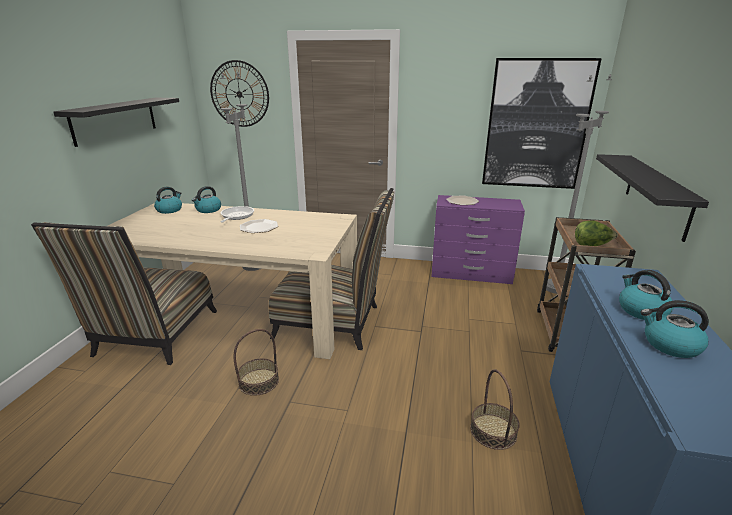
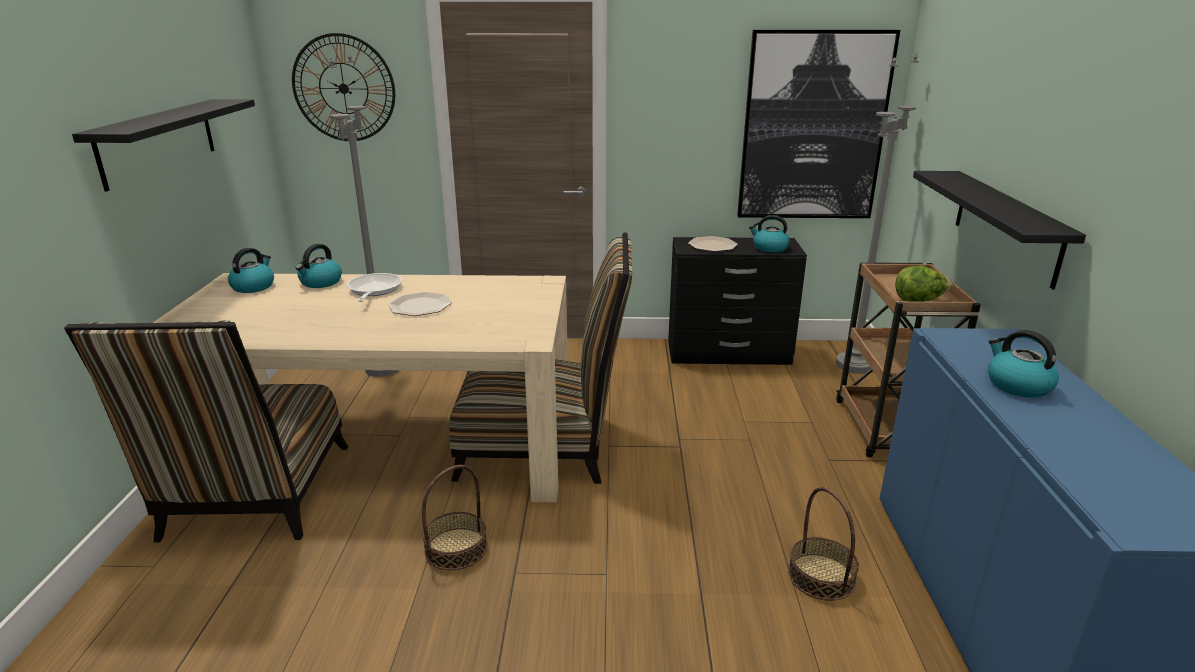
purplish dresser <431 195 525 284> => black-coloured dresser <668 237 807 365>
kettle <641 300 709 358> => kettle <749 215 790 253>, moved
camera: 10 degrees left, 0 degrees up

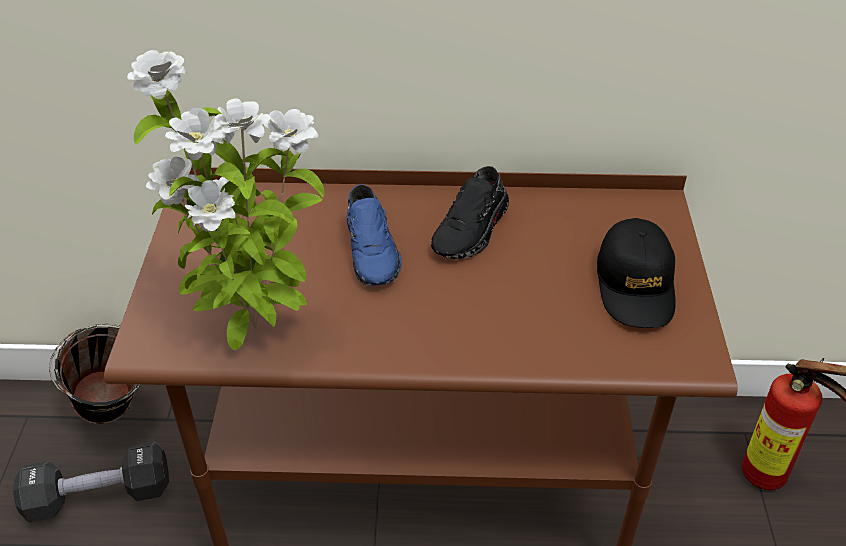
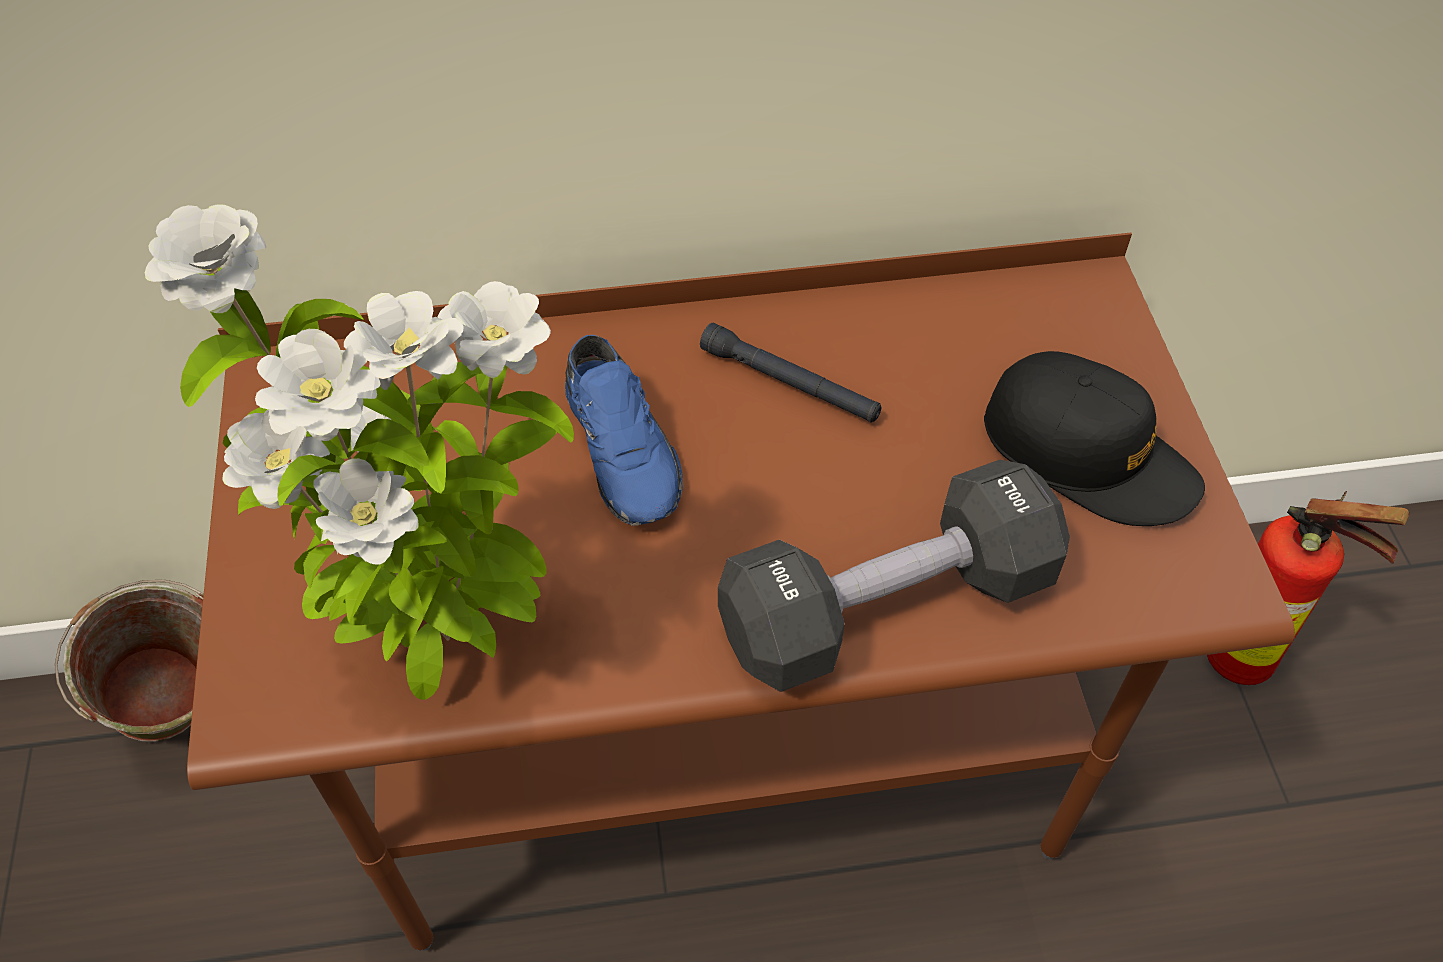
black-coloured low shoe <431 166 509 259> => black-coloured flashlight <700 323 882 423>
black-coloured cap <597 218 676 328> => black-coloured cap <984 351 1205 526>, 45 degrees counterclockwise
black-coloured bucket <49 324 140 424> => green-coloured bucket <55 580 204 742>
black-coloured free weight <13 442 169 522> => black-coloured free weight <718 460 1070 692>, moved
camera: 10 degrees left, 10 degrees up

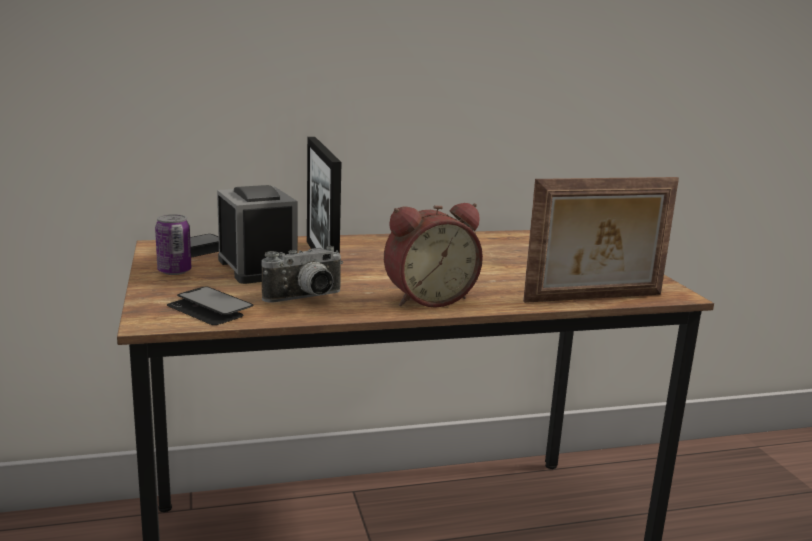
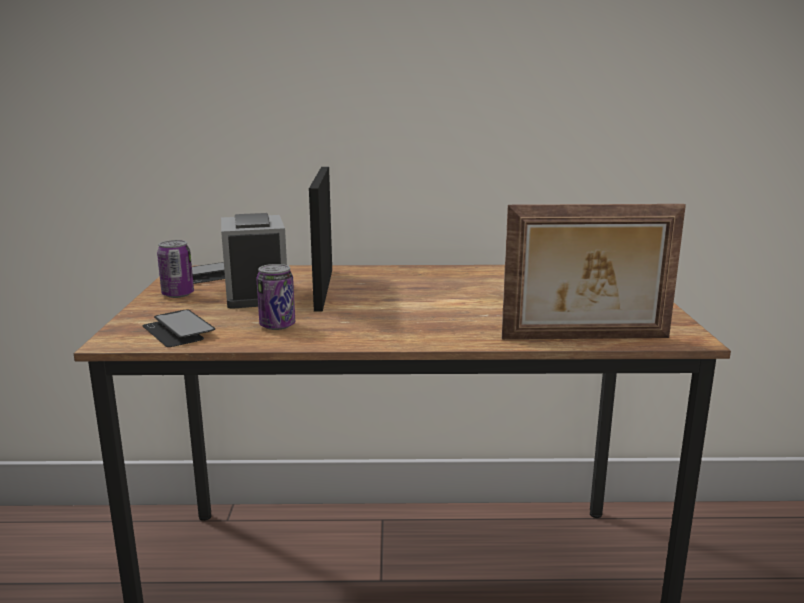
alarm clock <384 203 483 308> => nothing
still camera <261 246 343 303> => can <257 264 295 330>
camera: 15 degrees right, 0 degrees up

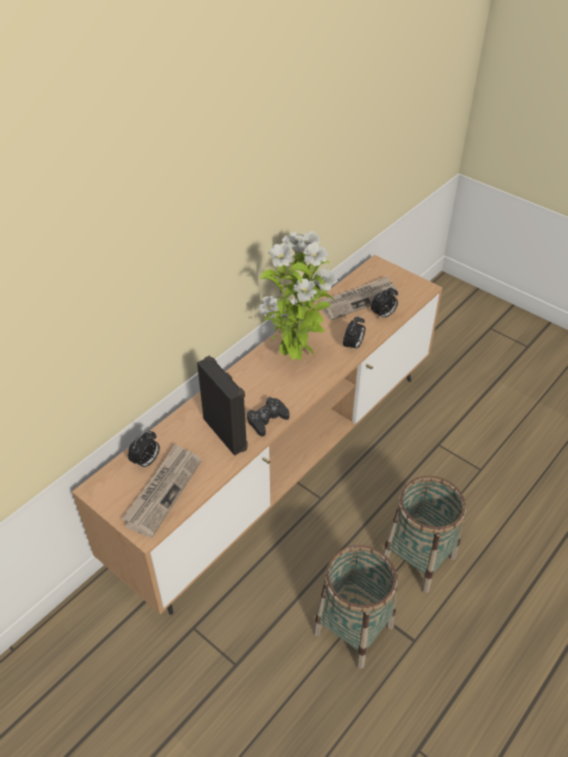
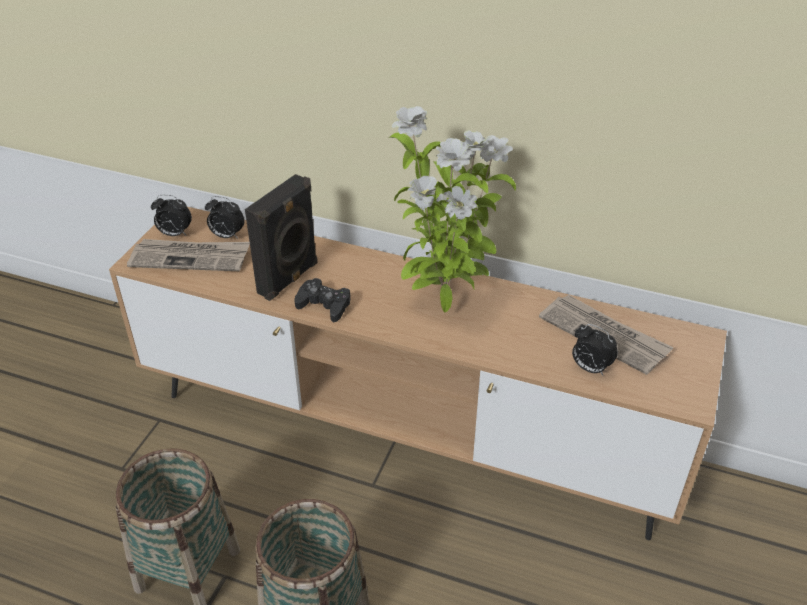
alarm clock <343 316 365 351> => alarm clock <151 195 192 236>, moved
camera: 70 degrees right, 5 degrees down

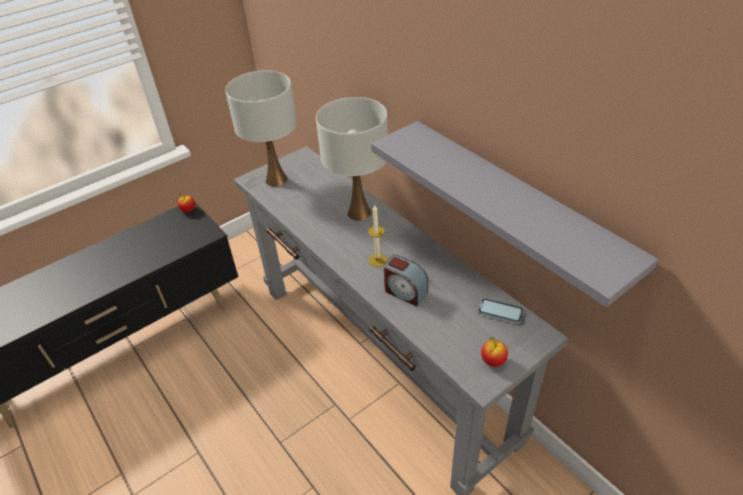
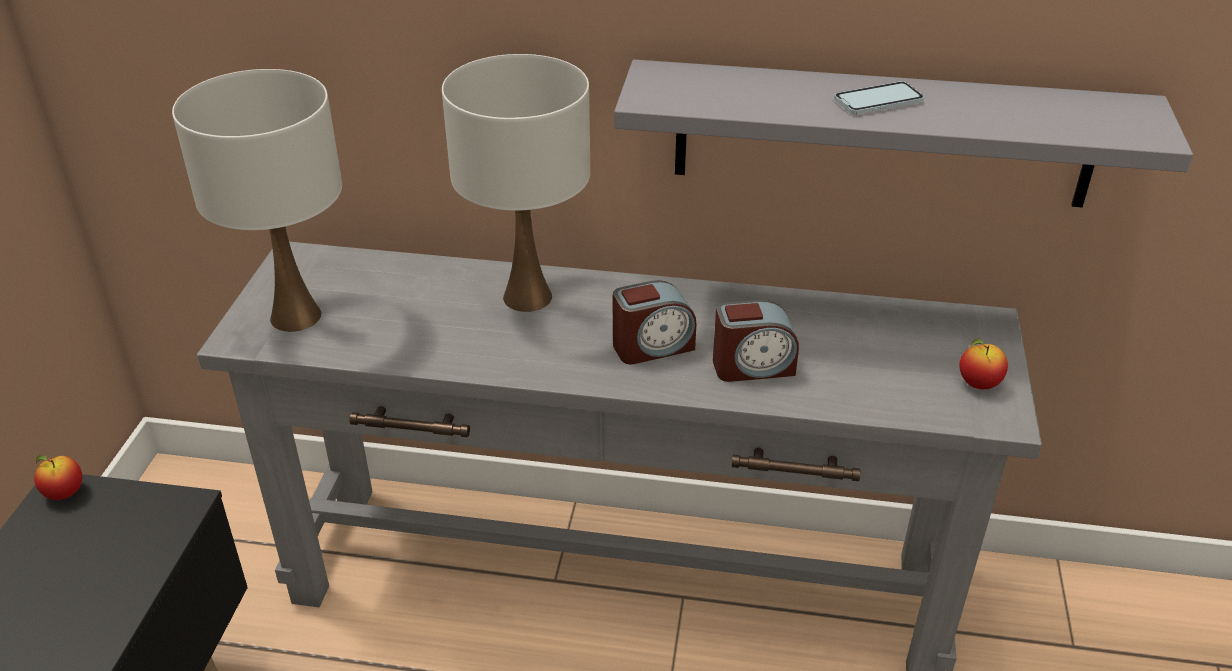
wax light <368 205 387 267> => alarm clock <613 280 696 364>
telephone <478 298 524 324> => telephone <834 81 924 114>, moved
camera: 45 degrees left, 5 degrees down

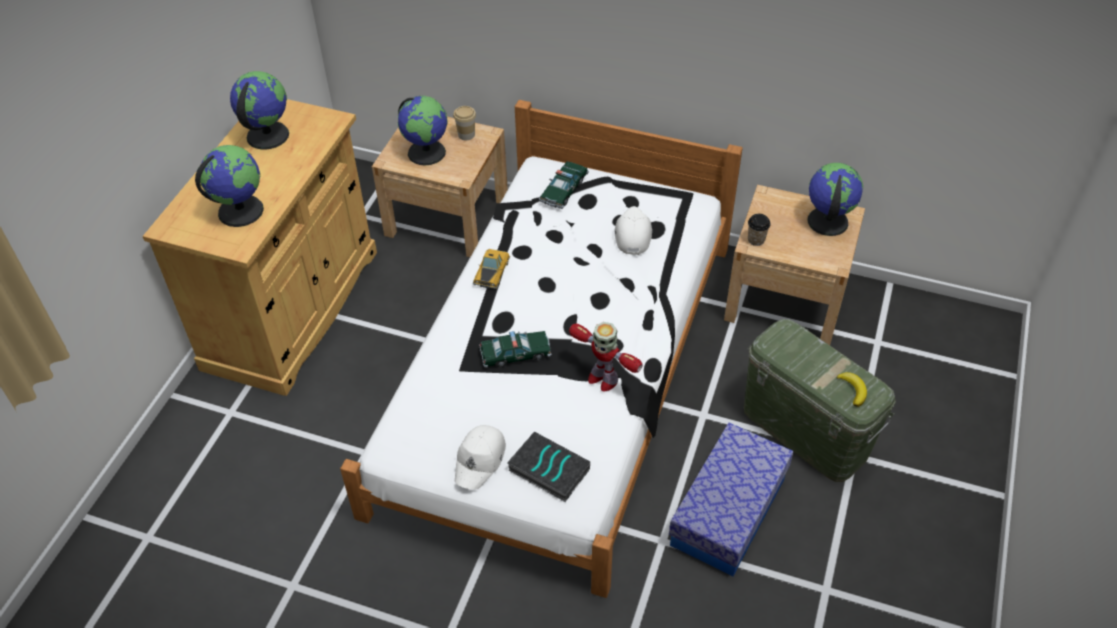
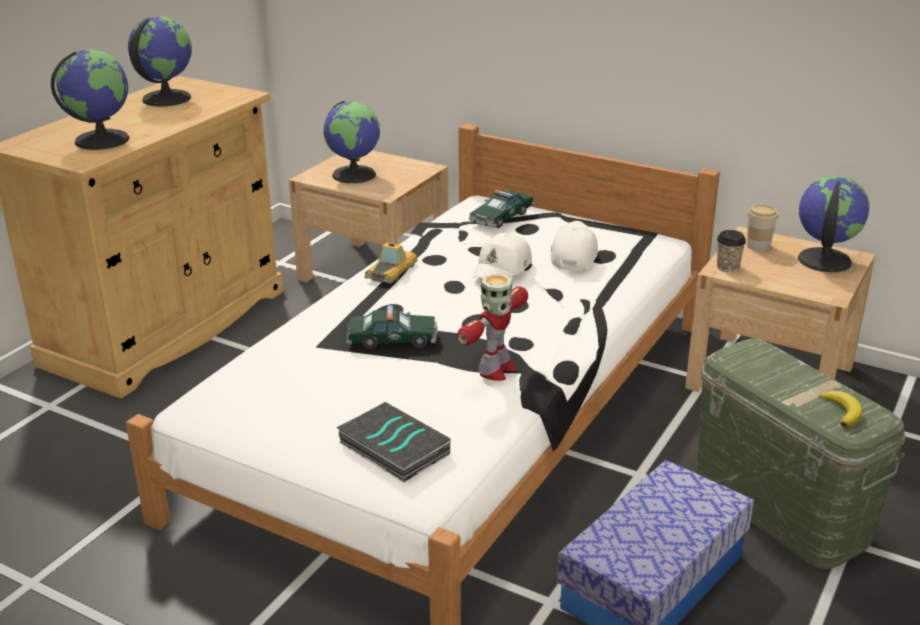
small cup <453 106 476 140> => small cup <747 205 779 251>, moved
toy robot <569 322 643 391> => toy robot <457 274 528 381>, 105 degrees counterclockwise
white-coloured cap <455 425 506 489> => white-coloured cap <473 233 532 278>, moved
camera: 10 degrees right, 20 degrees down

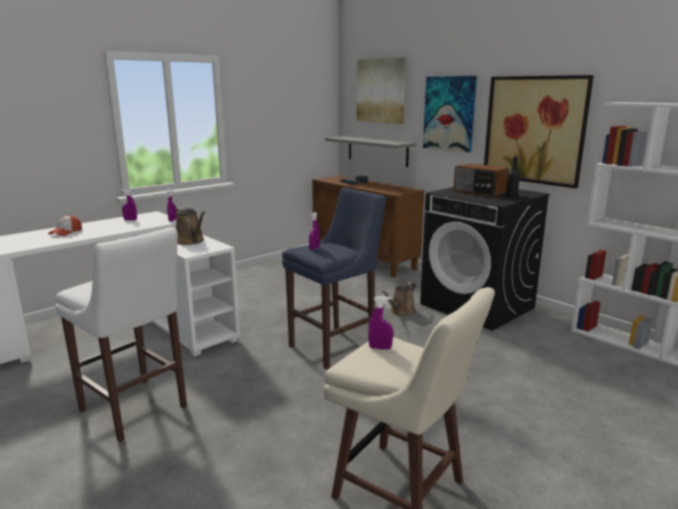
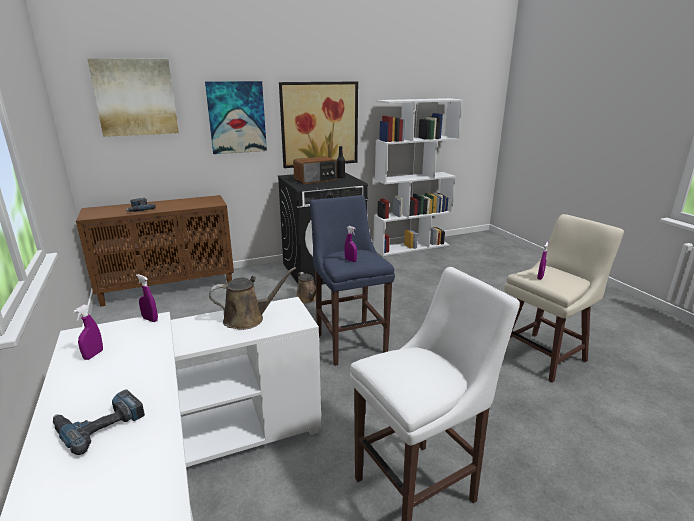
grey shelf <325 136 416 167> => nothing
cap <48 215 82 236> => electric drill <53 389 145 455>
camera: 70 degrees left, 5 degrees up

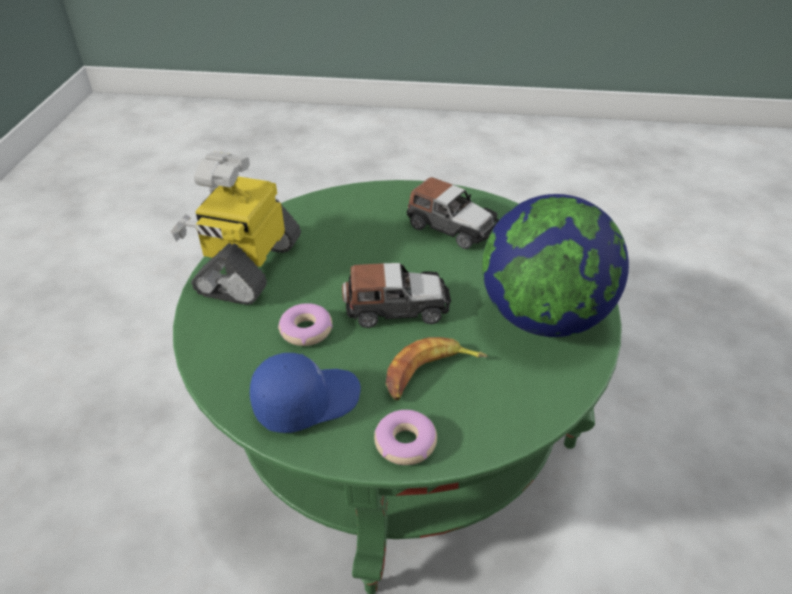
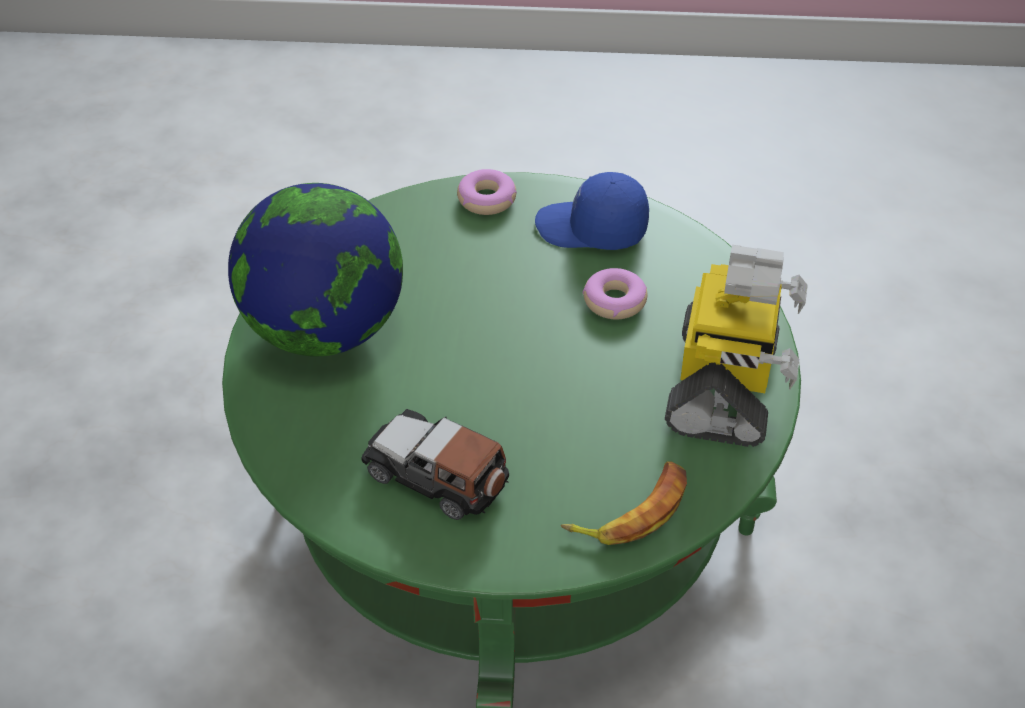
model car <342 263 451 328> => nothing
banana fruit <385 337 487 400> => banana fruit <561 461 687 545>, moved
blue cap <250 353 361 433> => blue cap <535 172 649 250>, 45 degrees clockwise
camera: 175 degrees right, 5 degrees up

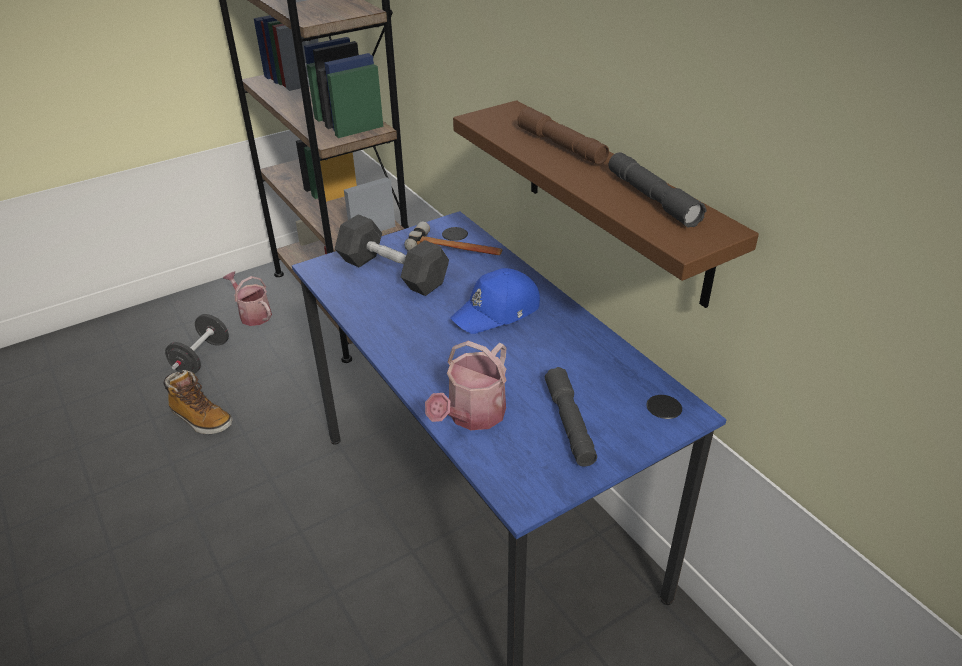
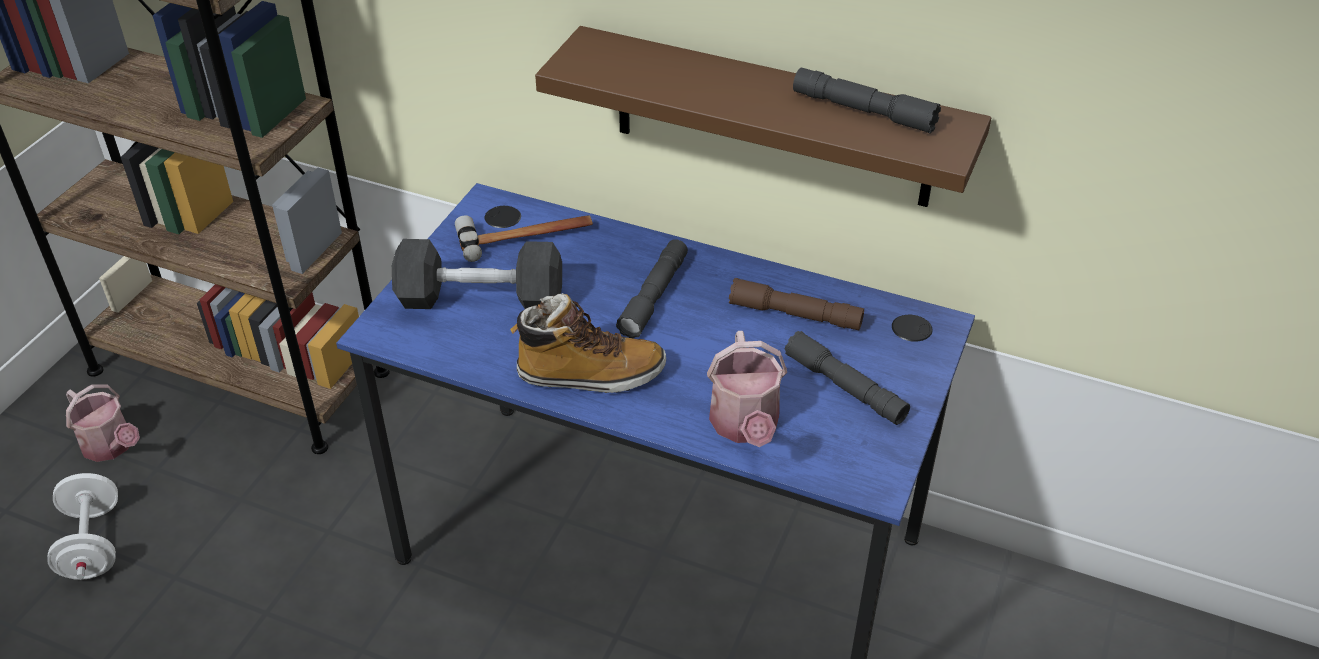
brown-coloured flashlight <517 107 609 165> => brown-coloured flashlight <729 278 864 330>, moved
blue cap <450 268 540 334> => grey flashlight <616 239 688 338>
watering pot <223 271 272 326> => watering pot <66 384 140 462>, 150 degrees counterclockwise
black-coloured free weight <165 314 229 374> => white-coloured free weight <47 473 118 580>
boot <163 370 232 434> => boot <510 293 666 393>, moved
camera: 35 degrees left, 5 degrees up

